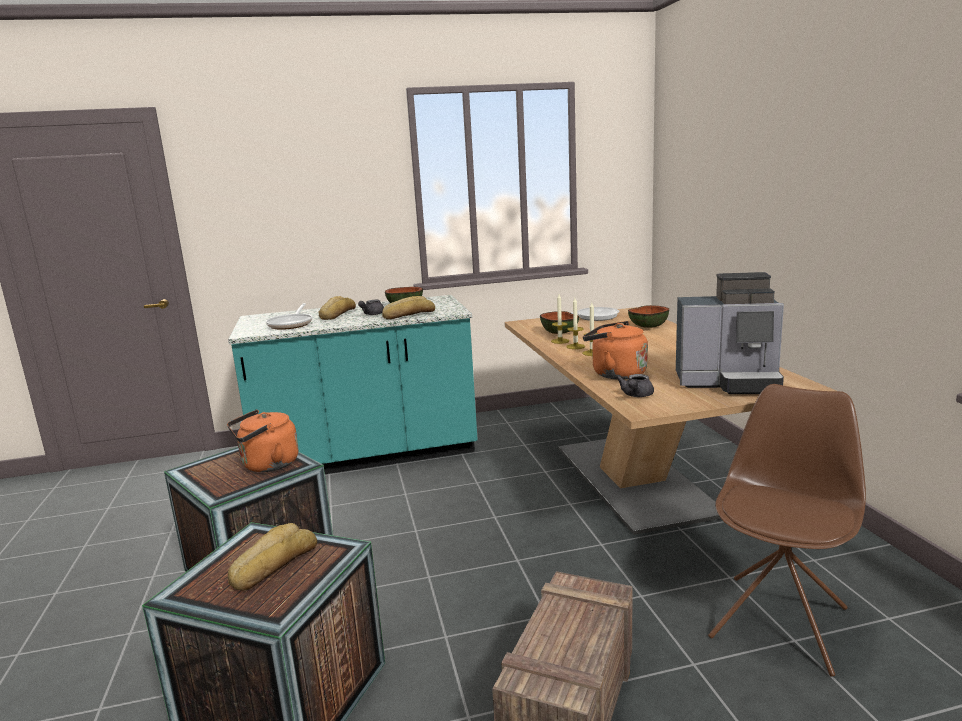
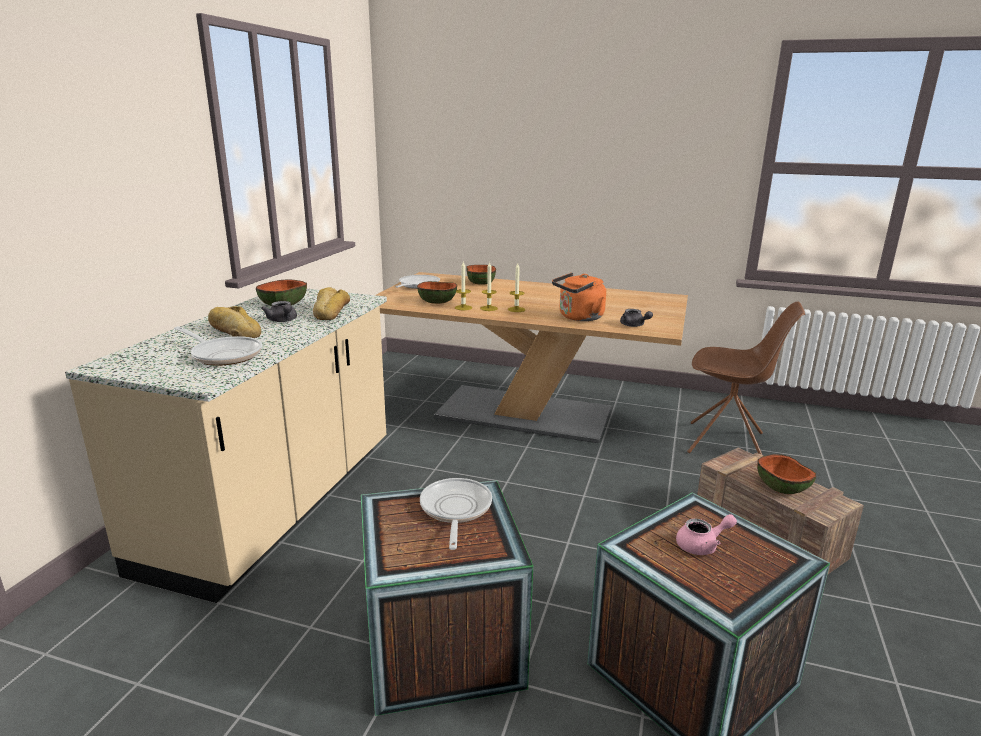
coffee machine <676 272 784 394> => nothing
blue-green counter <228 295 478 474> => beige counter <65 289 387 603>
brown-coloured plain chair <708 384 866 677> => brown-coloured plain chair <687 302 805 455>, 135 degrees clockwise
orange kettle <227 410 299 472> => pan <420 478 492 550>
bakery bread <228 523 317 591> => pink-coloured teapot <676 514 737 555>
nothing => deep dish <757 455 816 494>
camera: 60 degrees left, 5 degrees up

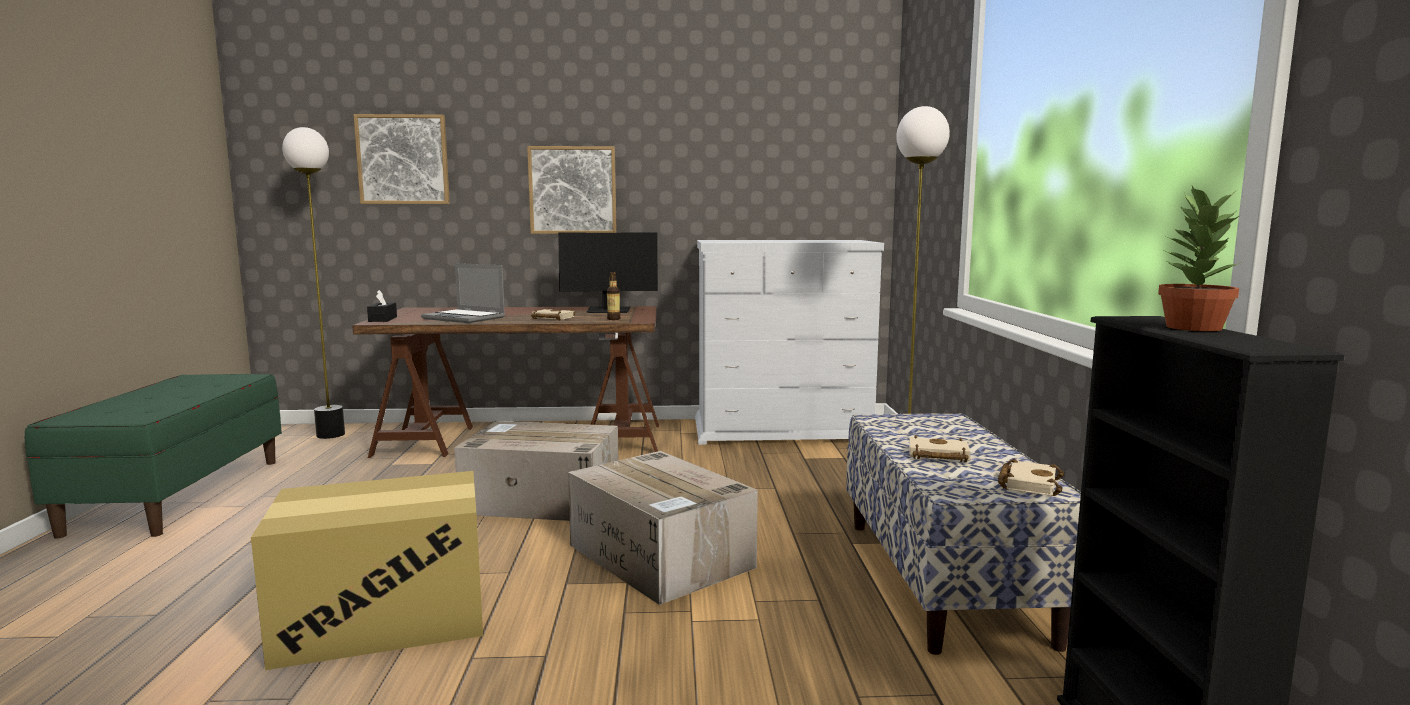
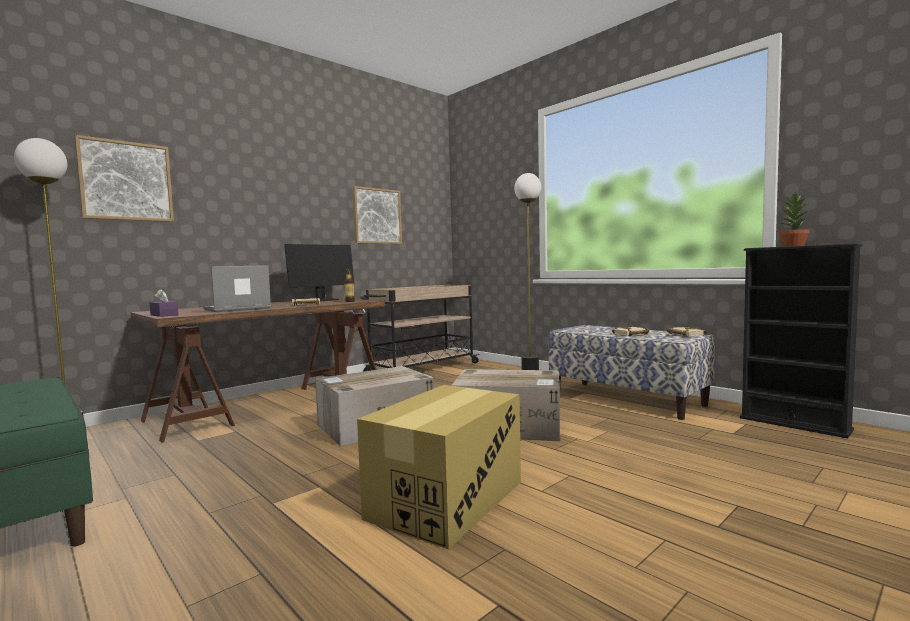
wall art <527 146 617 234> => wall art <352 186 402 244>, moved
white-coloured dresser <695 240 884 445> => beige wheeled cart <363 285 480 371>
portable computer <421 263 505 323> => portable computer <203 265 271 312>, 150 degrees clockwise
black-coloured tissue box <367 290 397 322> => purplish tissue box <149 289 178 317>
camera: 40 degrees left, 5 degrees down

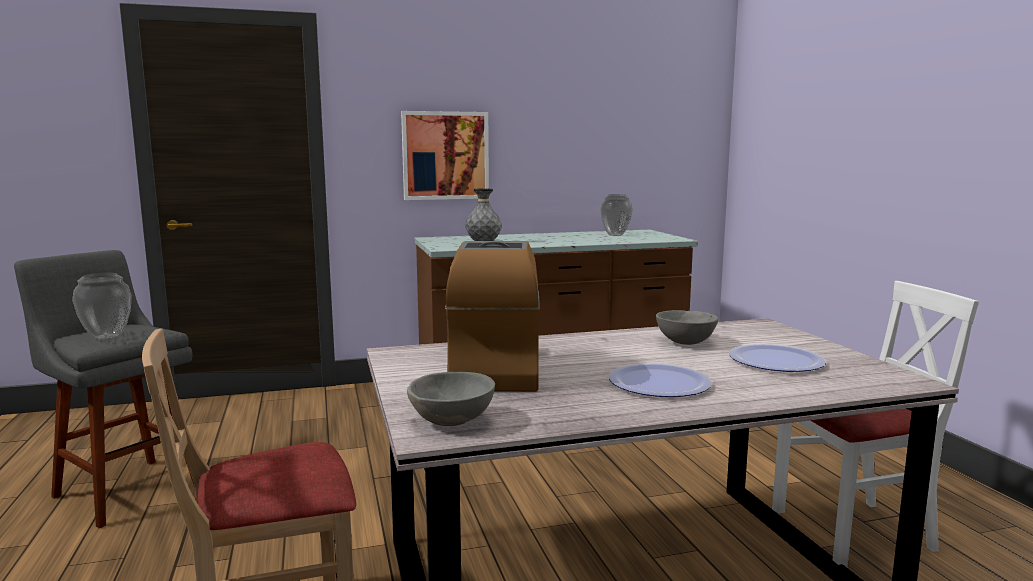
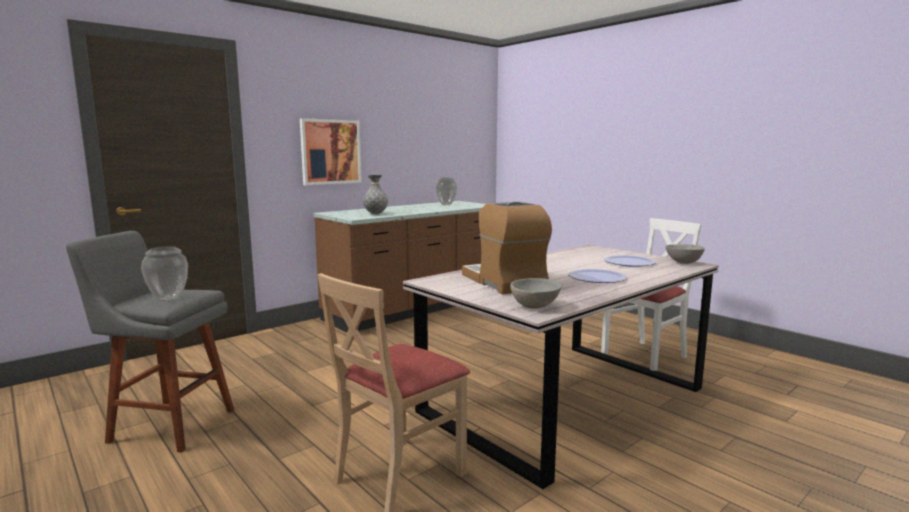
grey deep dish <656 310 718 345> => grey deep dish <666 244 705 264>, moved
camera: 25 degrees left, 0 degrees up

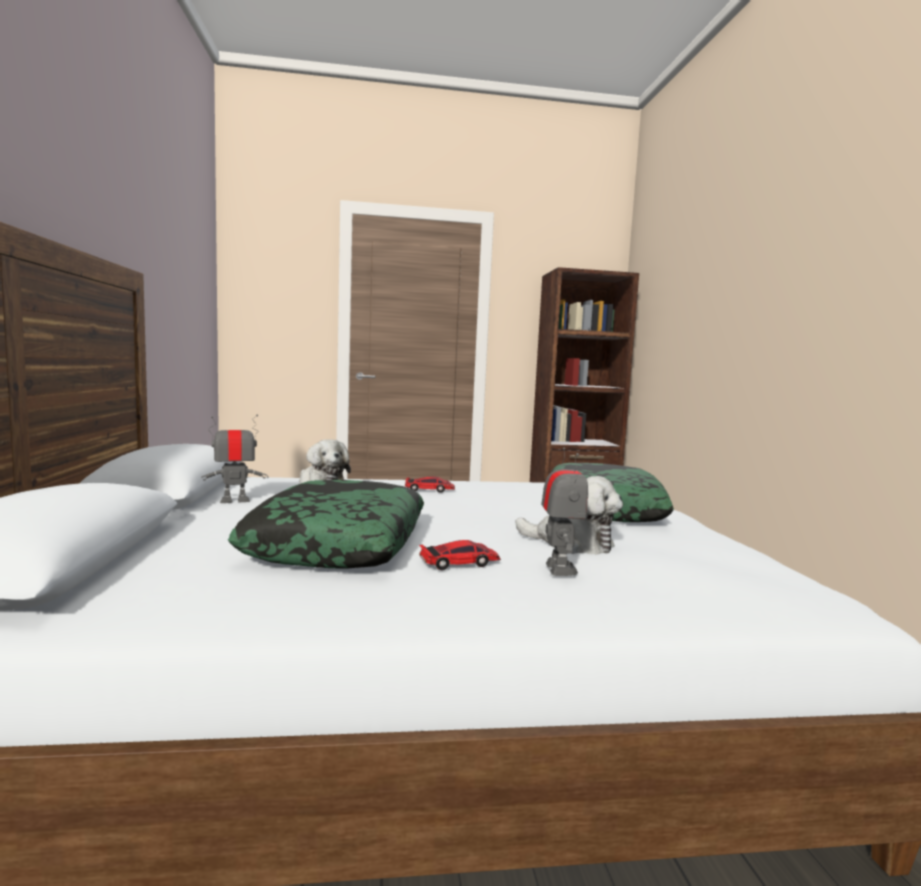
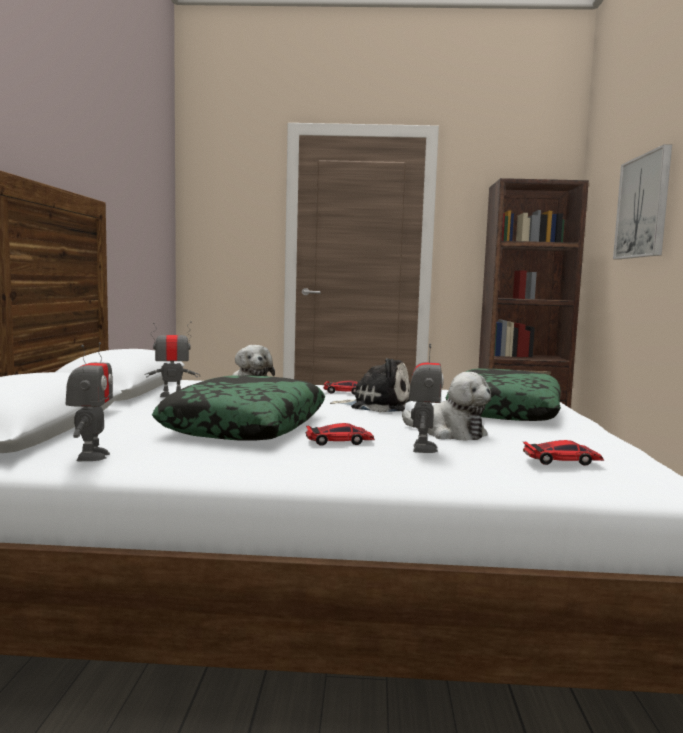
nothing => wall art <613 144 672 259>
nothing => toy robot <66 342 113 461>
nothing => soft toy <330 358 410 412>
nothing => model car <523 440 604 466>
camera: 10 degrees right, 0 degrees up

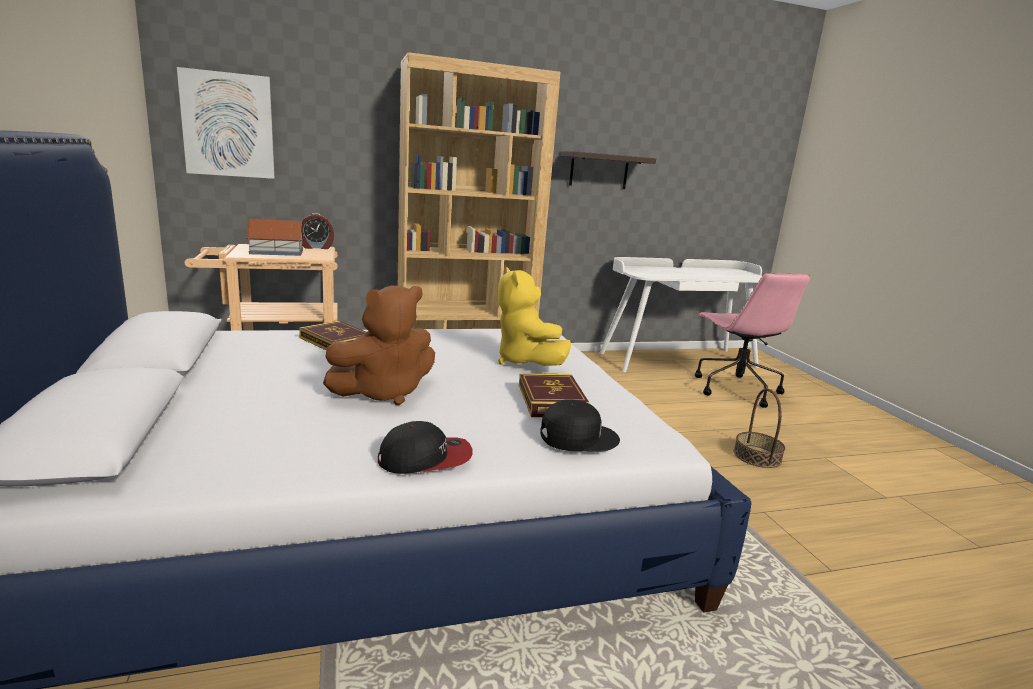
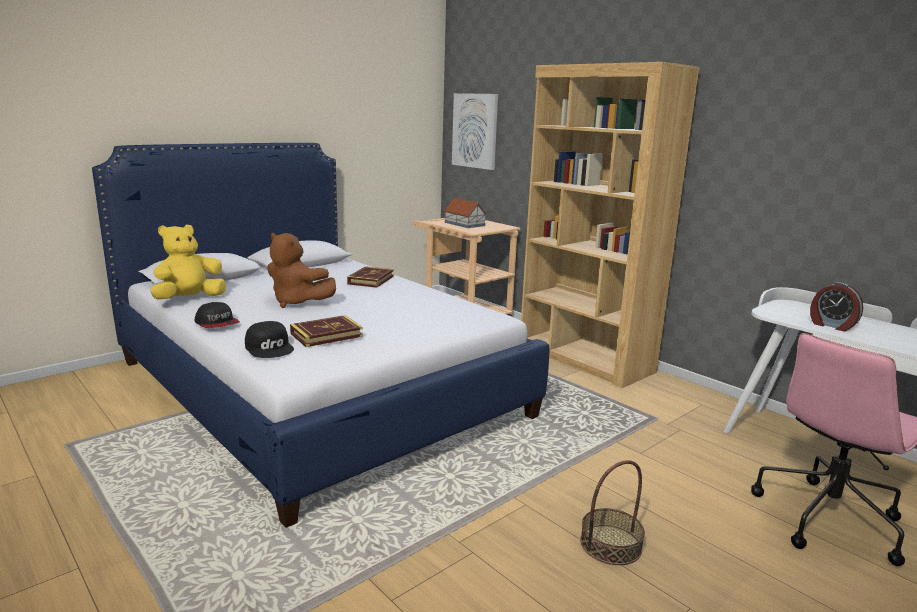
shelf <560 151 656 189> => nothing
alarm clock <302 213 334 249> => alarm clock <810 282 863 331>, moved
yellowish soft toy <498 267 571 366> => yellowish soft toy <150 225 226 299>, moved
camera: 65 degrees right, 0 degrees up

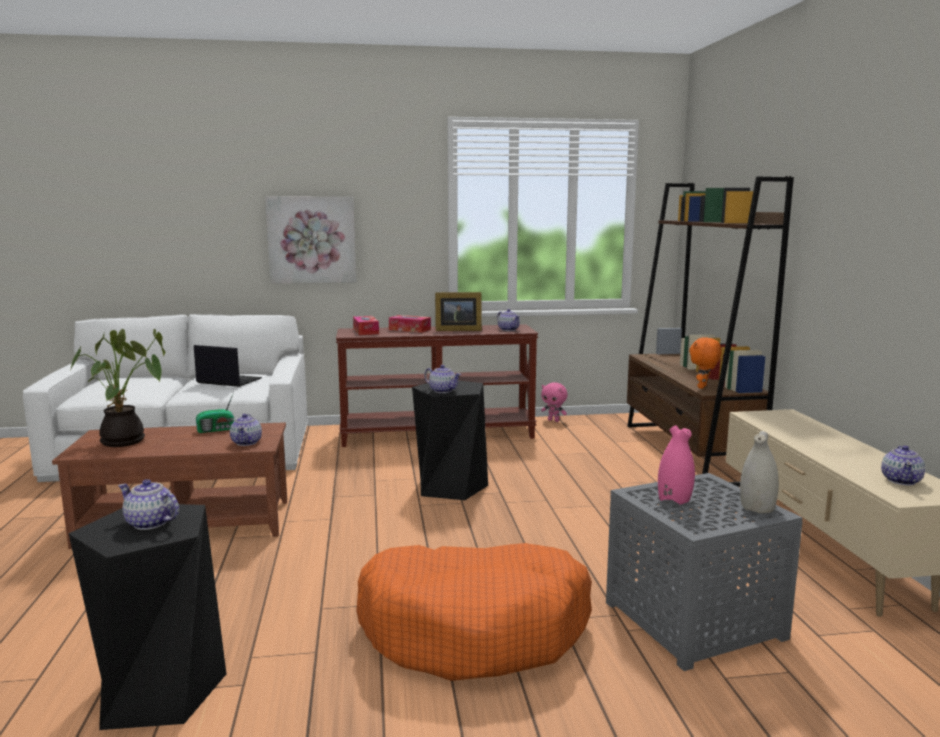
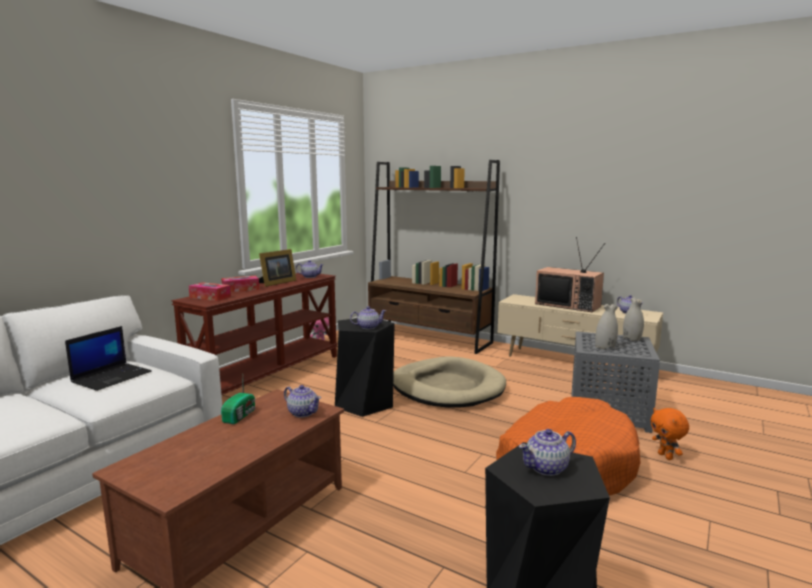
wall art <265 196 356 284> => nothing
houseplant <70 329 165 447> => nothing
orange soft toy <689 338 722 389> => orange soft toy <650 408 689 460>, moved
portable computer <194 345 262 387> => portable computer <65 326 152 391>, 150 degrees clockwise
pink-coloured vase <658 425 695 505> => white-coloured vase <595 304 618 349>
nothing => TV set <535 237 605 312>
nothing => beige dog cushion <393 356 506 408>
camera: 50 degrees left, 0 degrees up

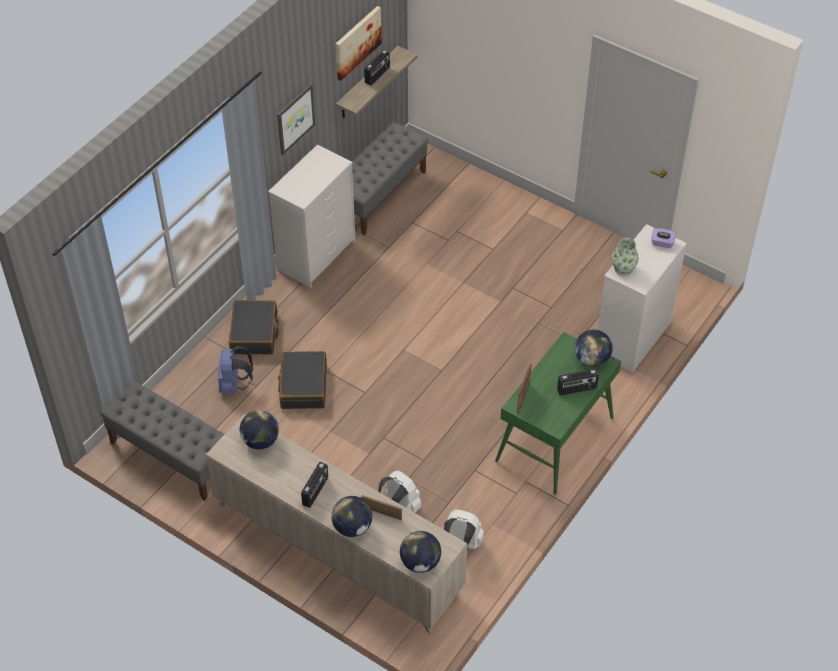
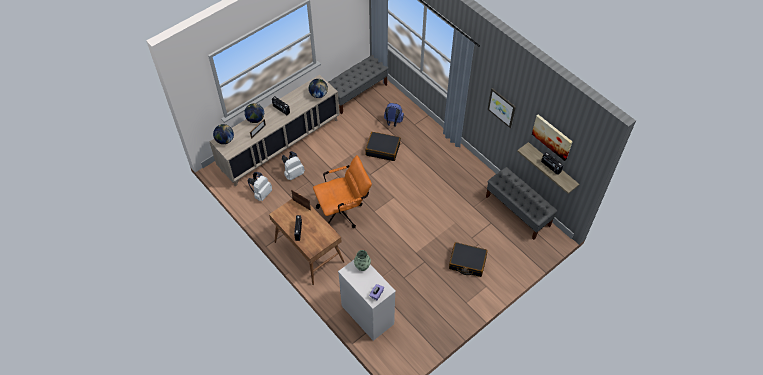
white-coloured dresser <268 145 356 288> => nothing
black-coloured piece of luggage <229 300 279 355> => black-coloured piece of luggage <449 242 488 277>, moved
globe <575 330 612 367> => nothing
green-coloured desk table <495 332 621 495> => brown-coloured desk table <269 194 344 285>
nothing => orange office chair <313 155 372 228>
camera: 105 degrees right, 5 degrees up

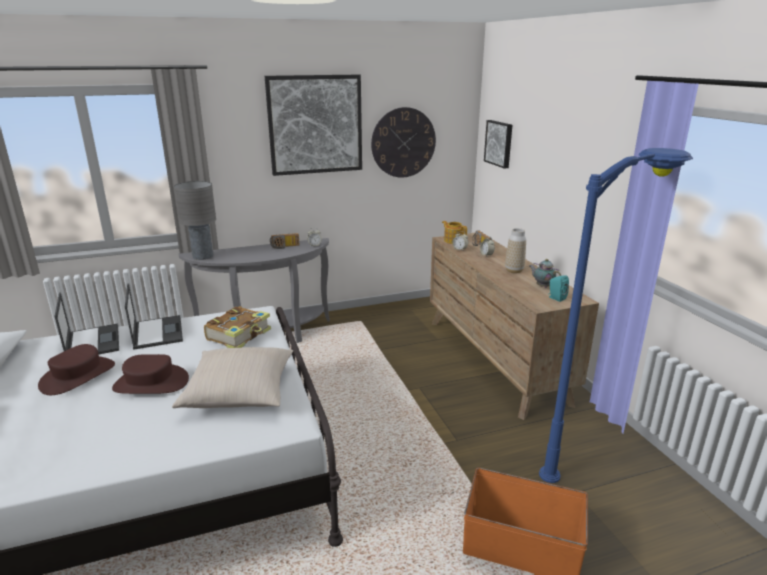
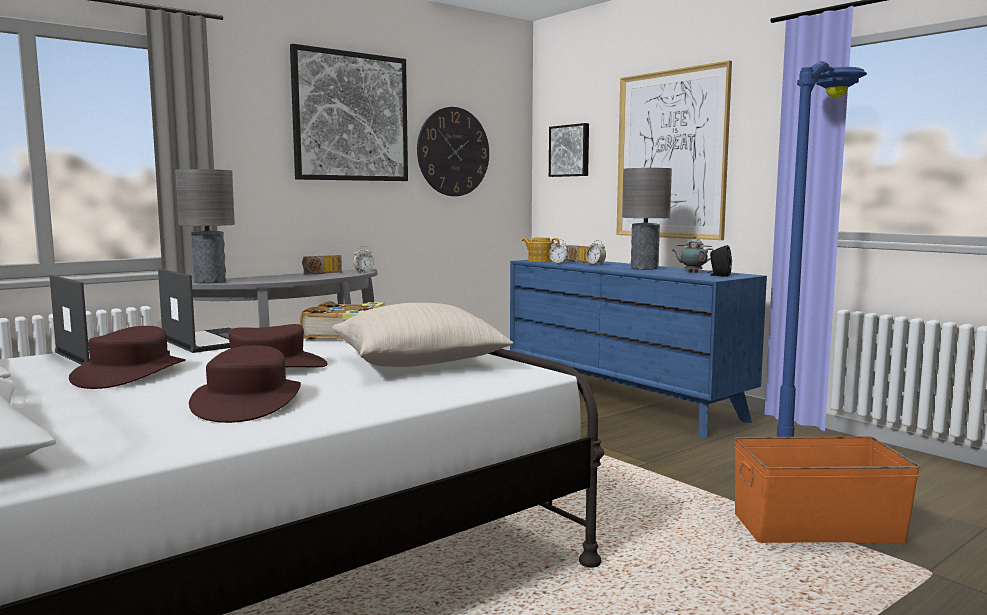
vase <505 228 526 273> => grey lamp for a table <622 168 672 270>
brown-coloured dresser <430 233 599 420> => blue dresser <510 260 767 438>
blue-green audio speaker <548 275 569 302> => black-coloured audio speaker <708 245 732 277>
nothing => wall art <616 60 732 240>
nothing => brown-coloured clothing hat <189 345 301 423>
camera: 20 degrees left, 15 degrees down

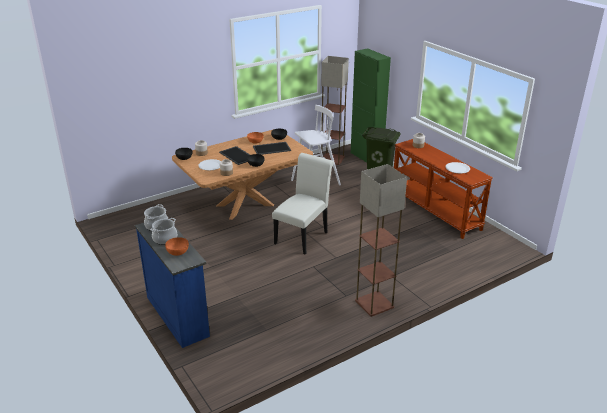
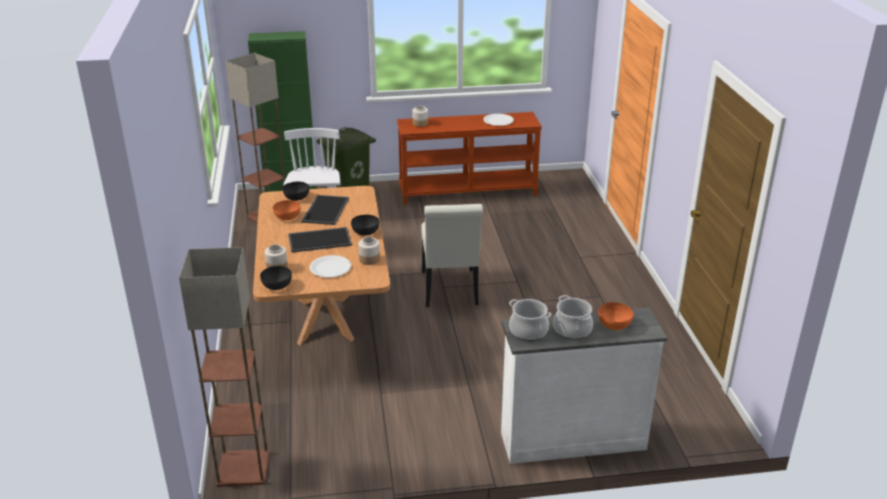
white-coloured plain chair <272 153 334 254> => white-coloured plain chair <421 204 483 307>, 150 degrees counterclockwise
standing lamp <355 164 407 317> => standing lamp <179 247 269 487>, moved
blue dresser <135 223 210 348> => white-coloured dresser <501 308 667 464>
camera: 65 degrees left, 0 degrees up

